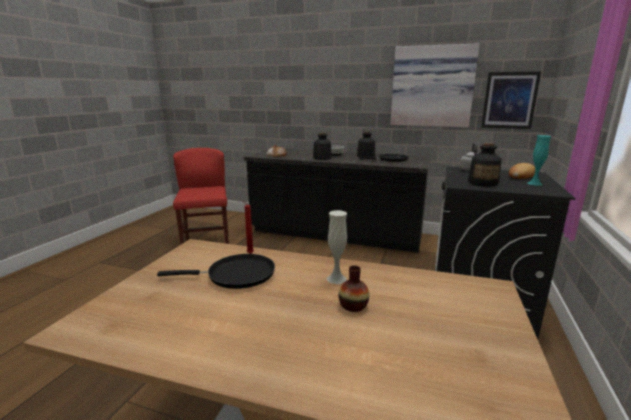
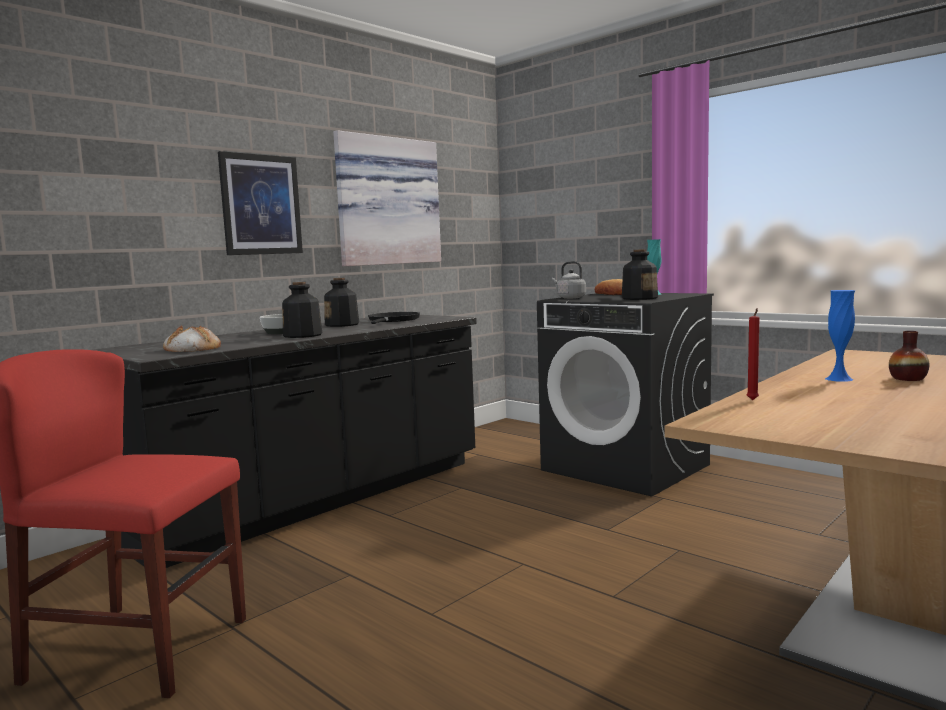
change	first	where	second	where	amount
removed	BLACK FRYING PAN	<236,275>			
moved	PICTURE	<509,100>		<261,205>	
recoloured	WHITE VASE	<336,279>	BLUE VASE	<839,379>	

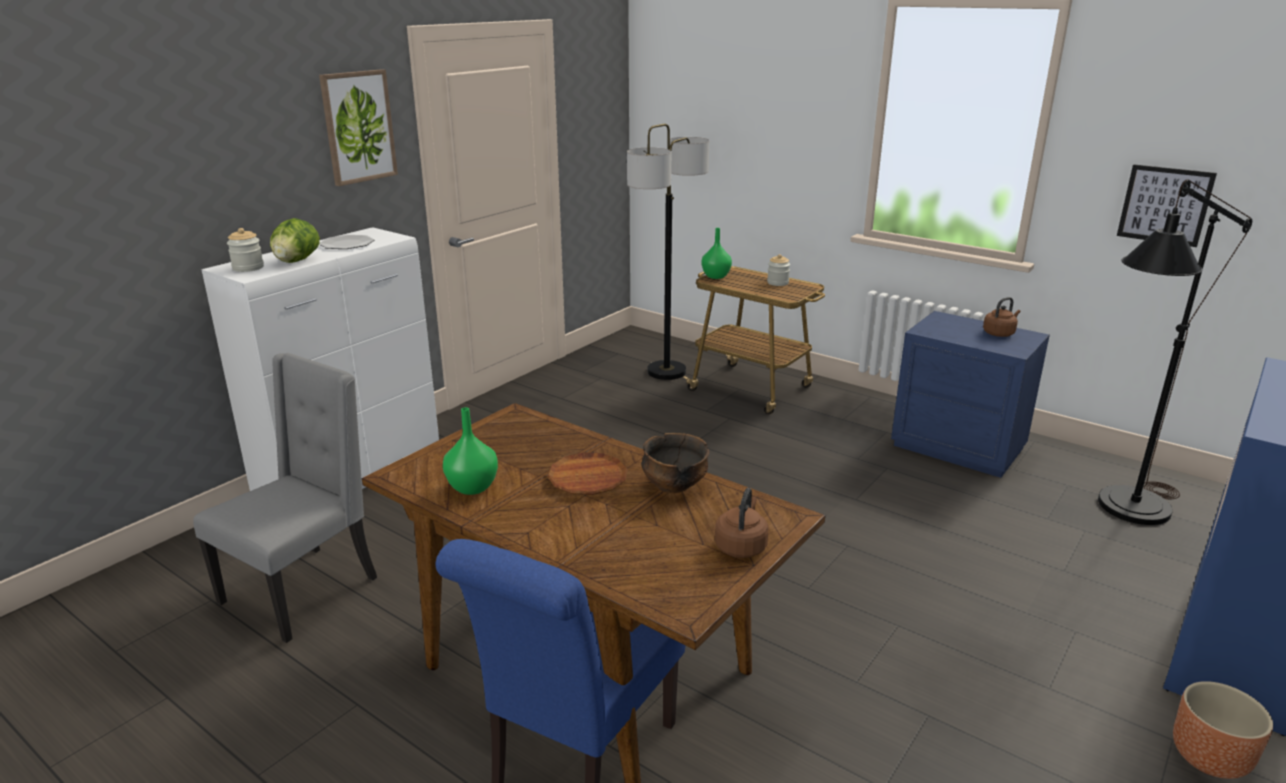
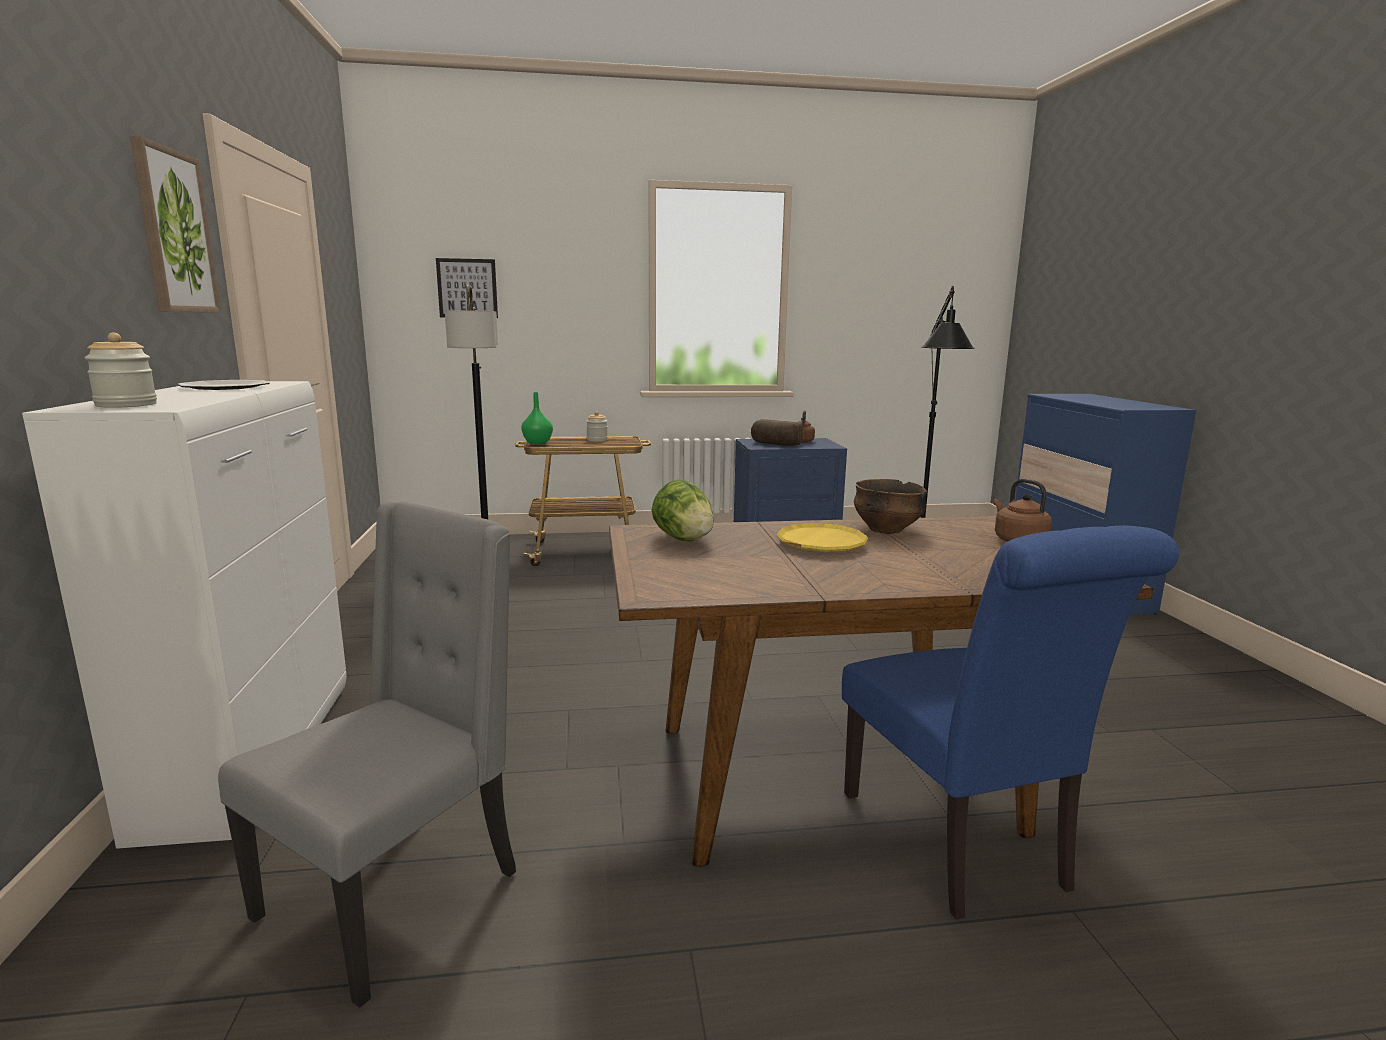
change	first	where	second	where	amount
removed	GREEN VASE	<472,487>			
removed	BROWN PLANTER	<1209,759>			
added			BREAD	<775,444>	
moved	LETTUCE	<296,261>		<683,539>	
moved	PICTURE	<1165,205>		<467,288>	
recoloured	BROWN PLATE	<587,479>	YELLOW PLATE	<821,544>	
turned	GREY CHAIR	<303,590>		<395,894>	45 degrees clockwise

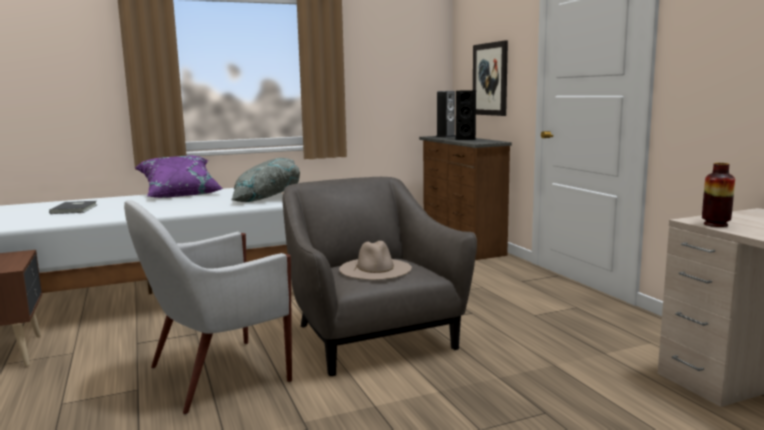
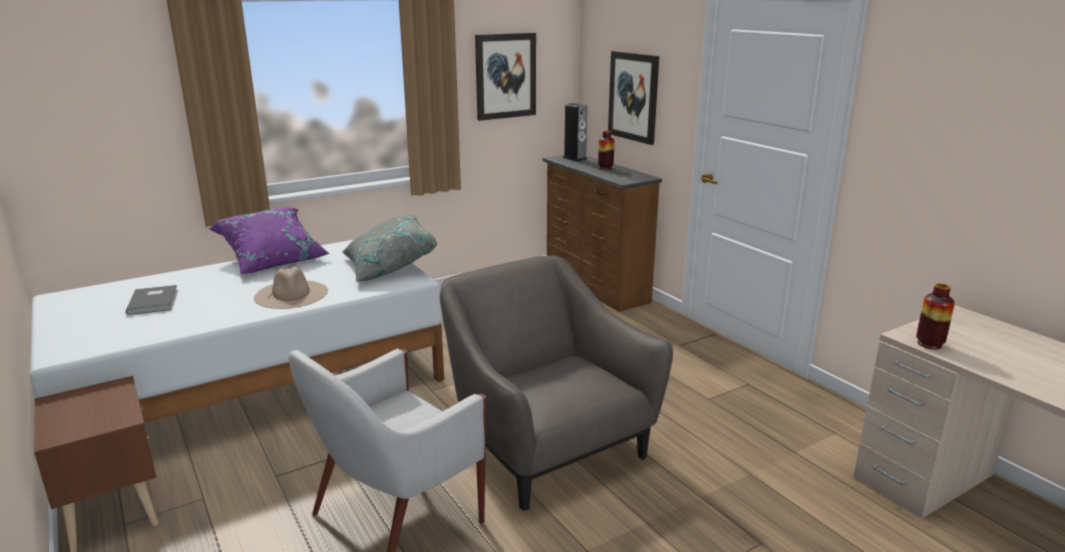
change	first	where	second	where	amount
added			PICTURE	<505,76>	
moved	BEIGE HAT	<375,268>		<291,294>	
replaced	BLACK SPEAKER	<467,139>	VASE	<605,168>	

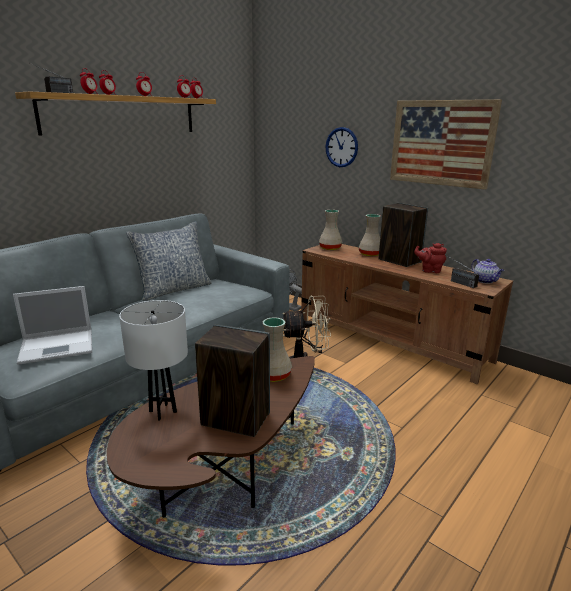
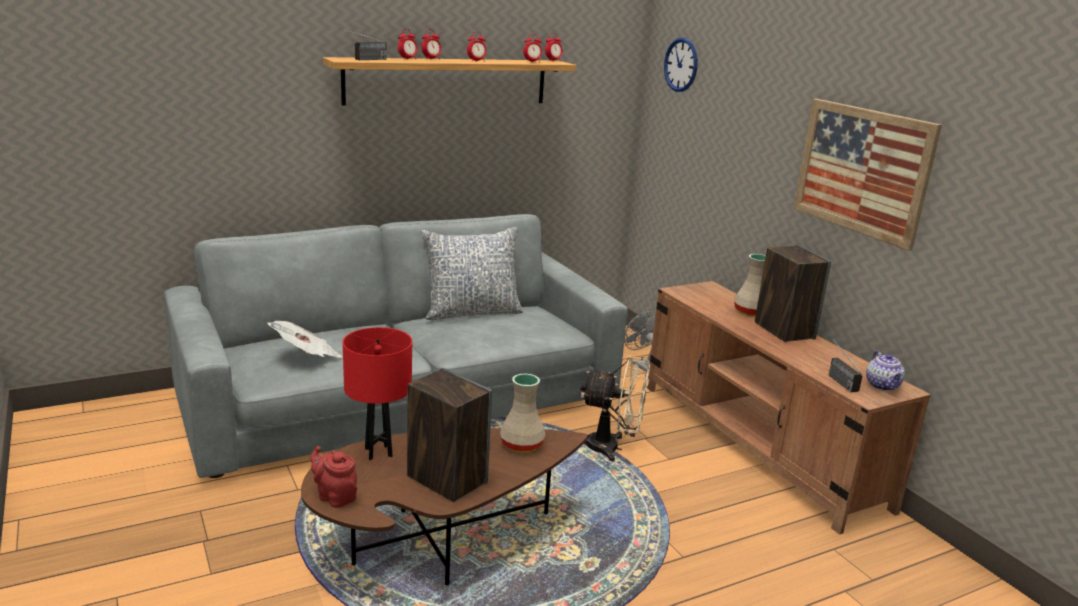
change	first	where	second	where	amount
removed	BEIGE VASE	<330,248>			
moved	WALL CLOCK	<341,147>		<681,65>	
moved	RED TEAPOT	<429,270>		<335,497>	
replaced	LAPTOP	<59,346>	NEWSPAPER	<307,356>	
recoloured	WHITE TABLE LAMP	<163,411>	RED TABLE LAMP	<378,452>	

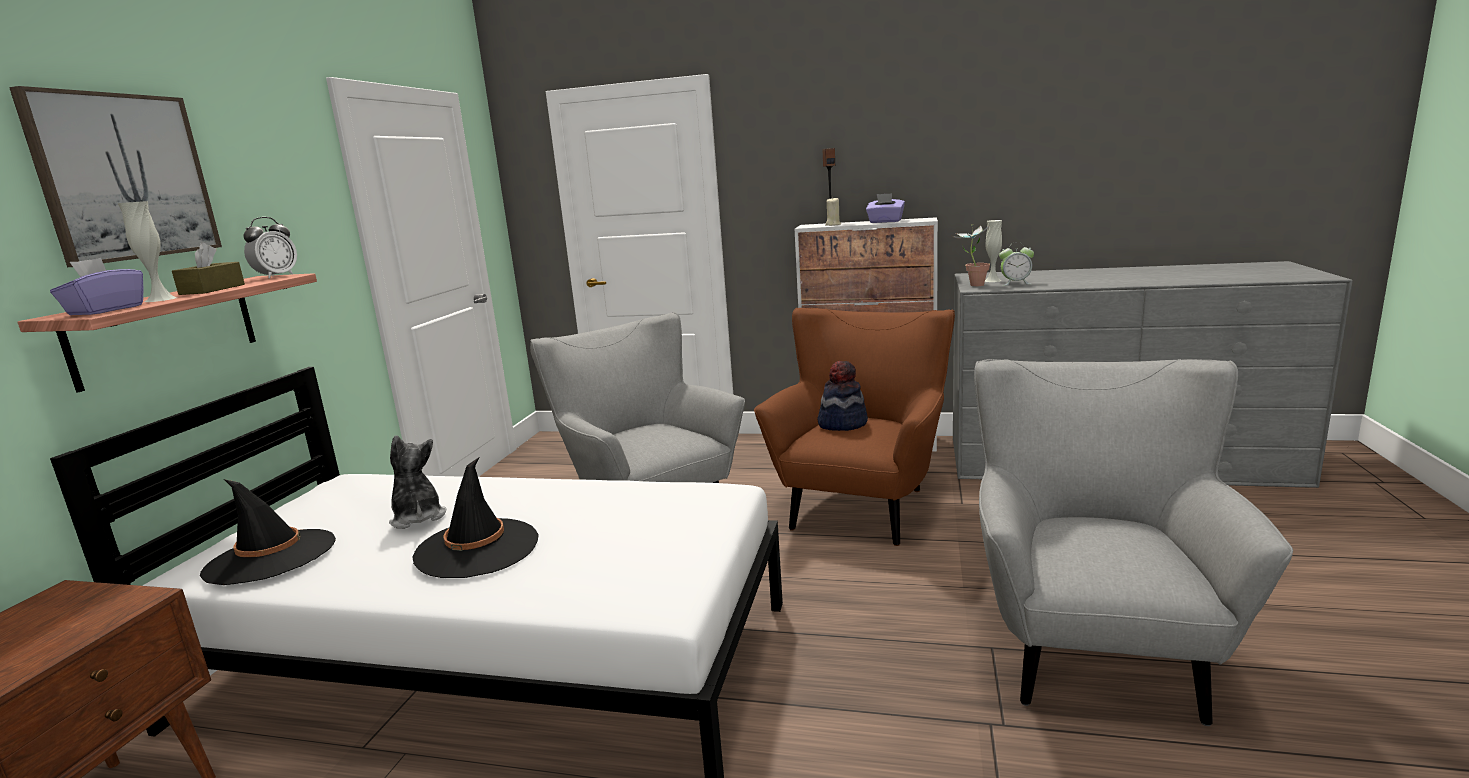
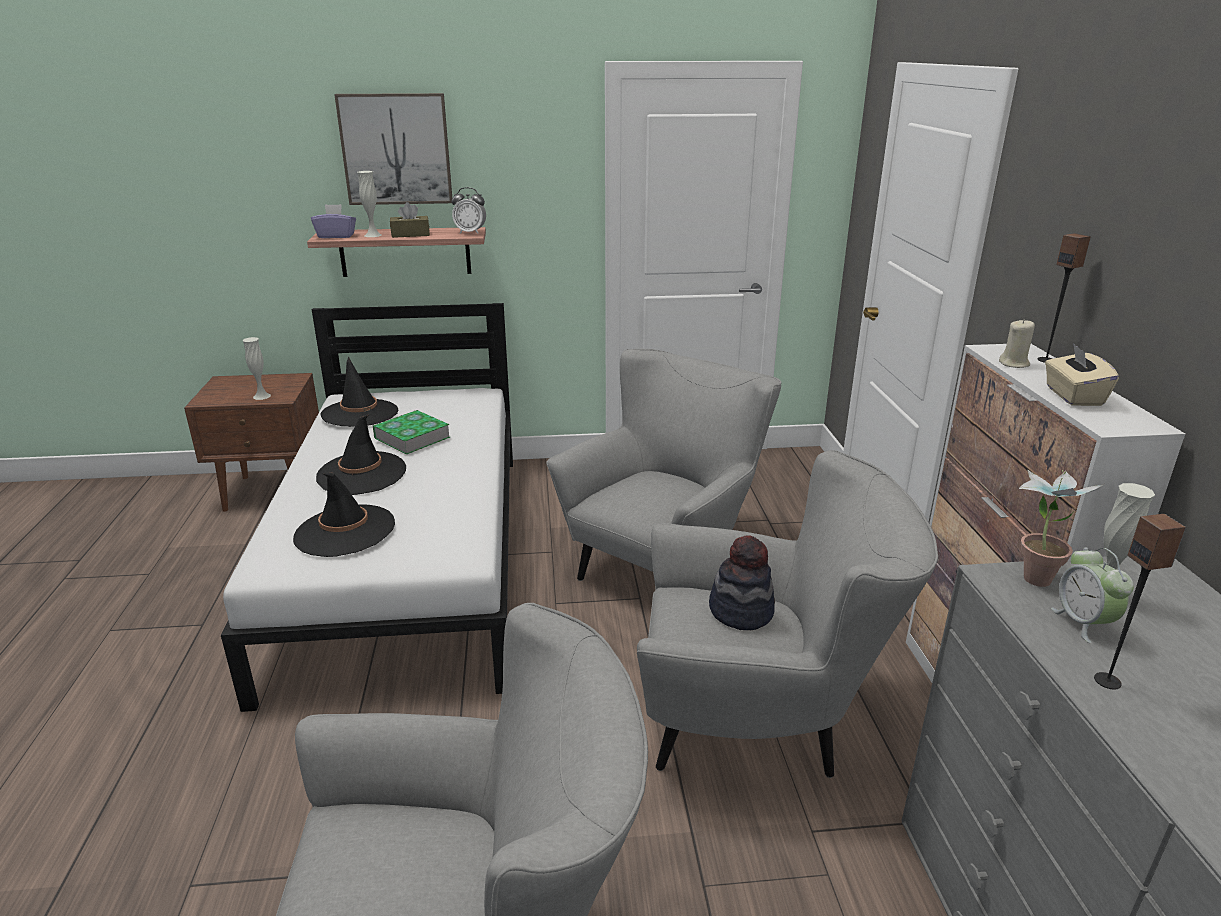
change	first	where	second	where	amount
added			WHITE VASE	<262,396>	
added			BLACK HAT	<344,531>	
added			SPEAKER	<1108,681>	
replaced	PLUSH TOY	<418,517>	BOOK	<412,437>	
recoloured	BROWN ARMCHAIR	<863,504>	GREY ARMCHAIR	<759,724>	
recoloured	PURPLE TISSUE BOX	<885,221>	BEIGE TISSUE BOX	<1073,396>	

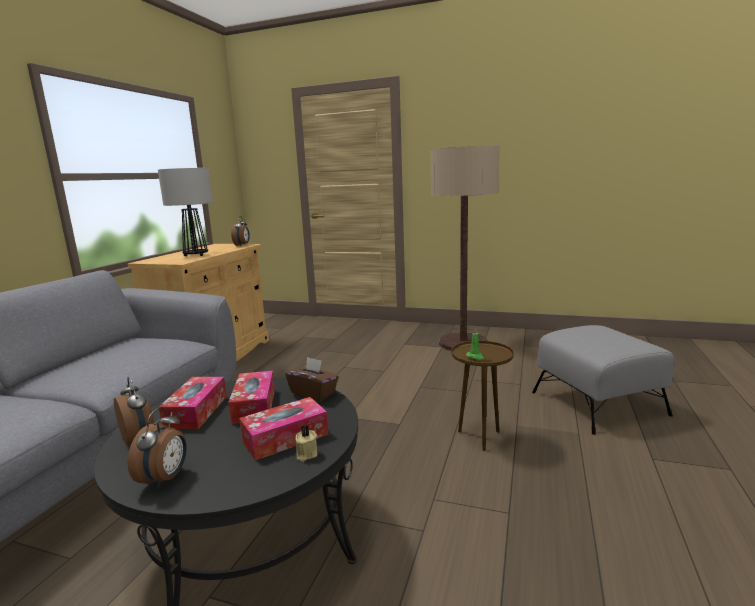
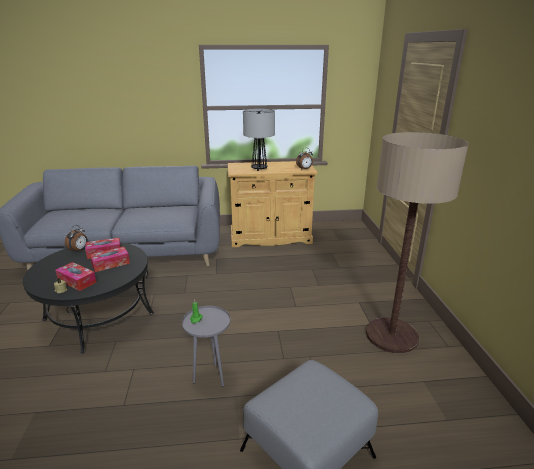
change	first	where	second	where	amount
removed	ALARM CLOCK	<165,479>			
removed	BROWN TISSUE BOX	<314,393>			
recoloured	BROWN SIDE TABLE	<480,437>	GREY SIDE TABLE	<210,377>	

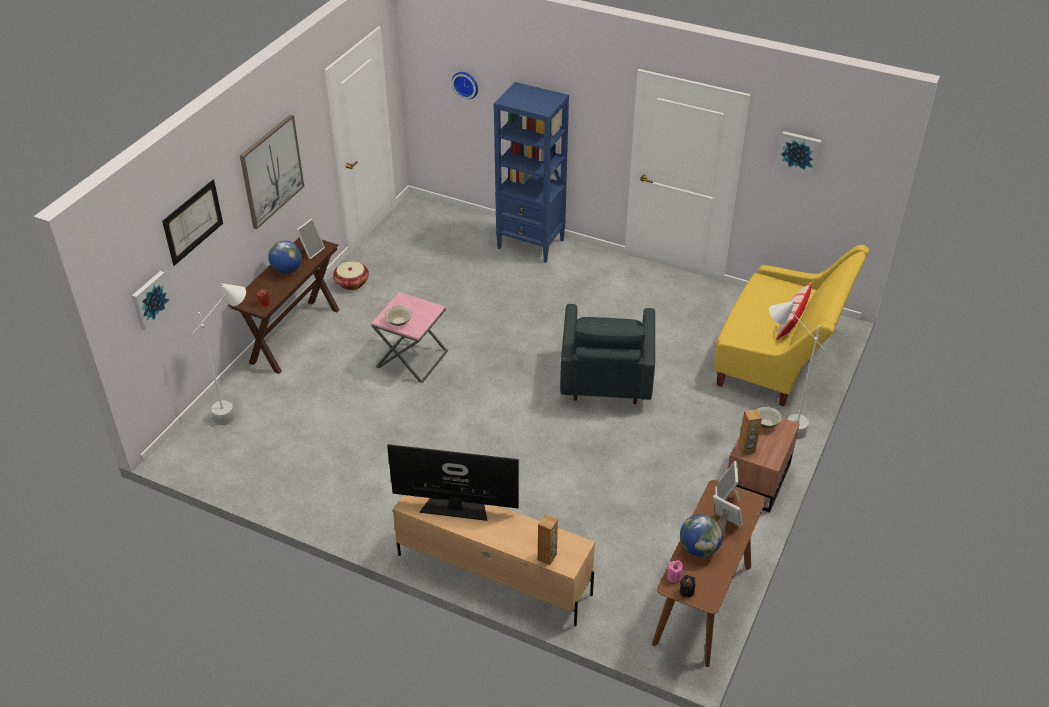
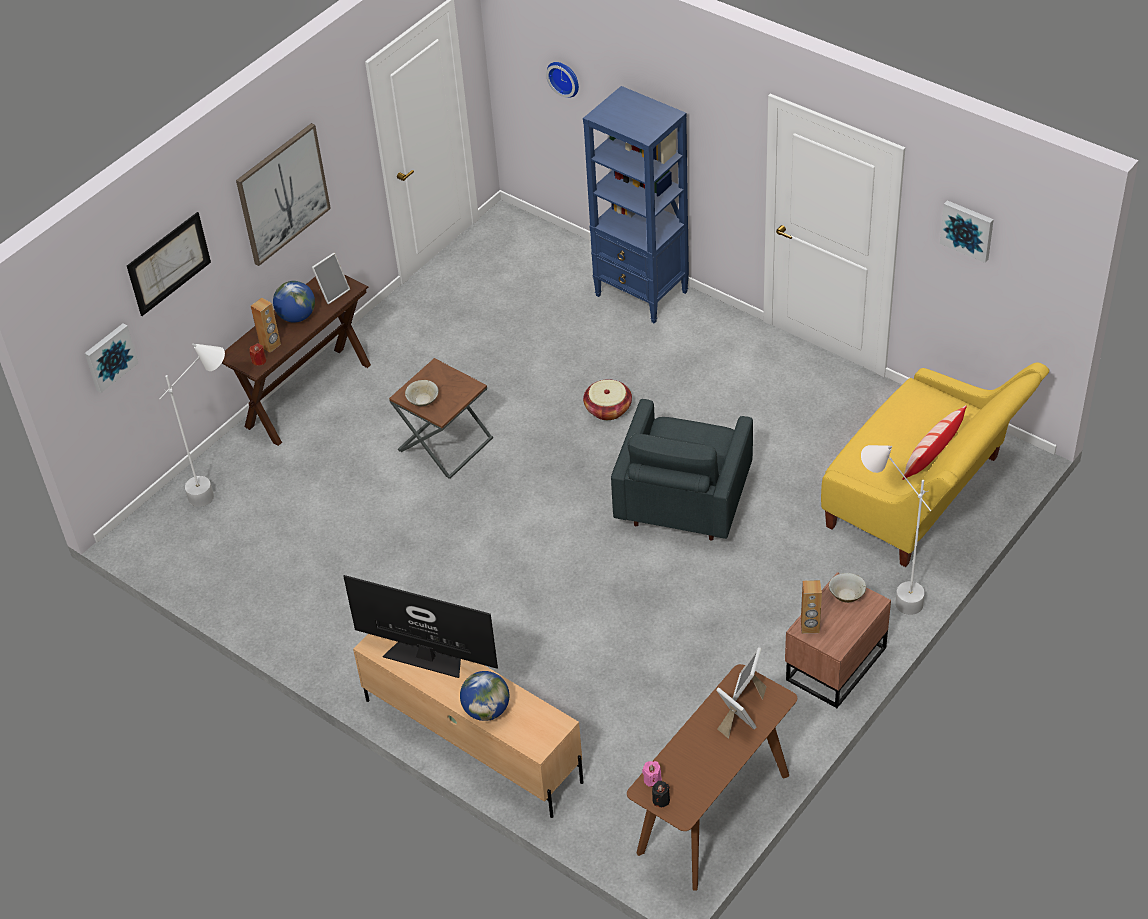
change	first	where	second	where	amount
moved	BASKET	<352,283>		<608,409>	
moved	BROWN SPEAKER	<547,557>		<270,345>	
moved	GLOBE	<699,548>		<486,710>	
recoloured	PINK SIDE TABLE	<412,359>	BROWN SIDE TABLE	<445,444>	

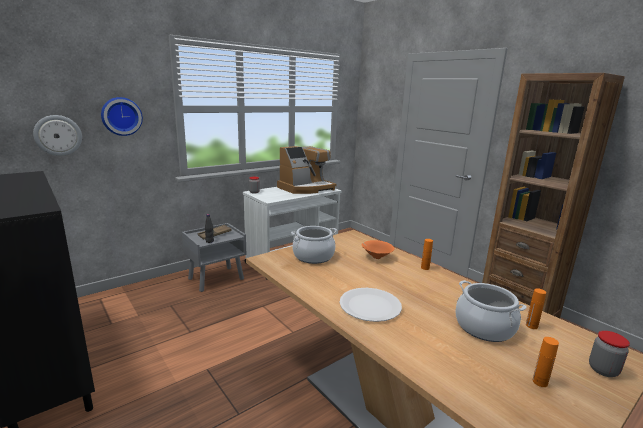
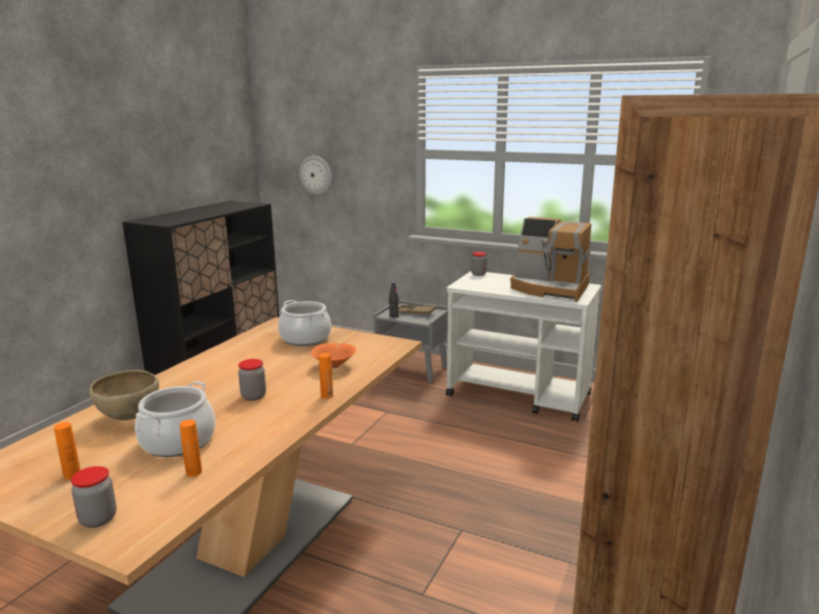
change	first	where	second	where	amount
removed	WALL CLOCK	<121,116>			
removed	WHITE PLATE	<370,306>			
added			BROWN BOWL	<129,418>	
added			JAR	<253,396>	

